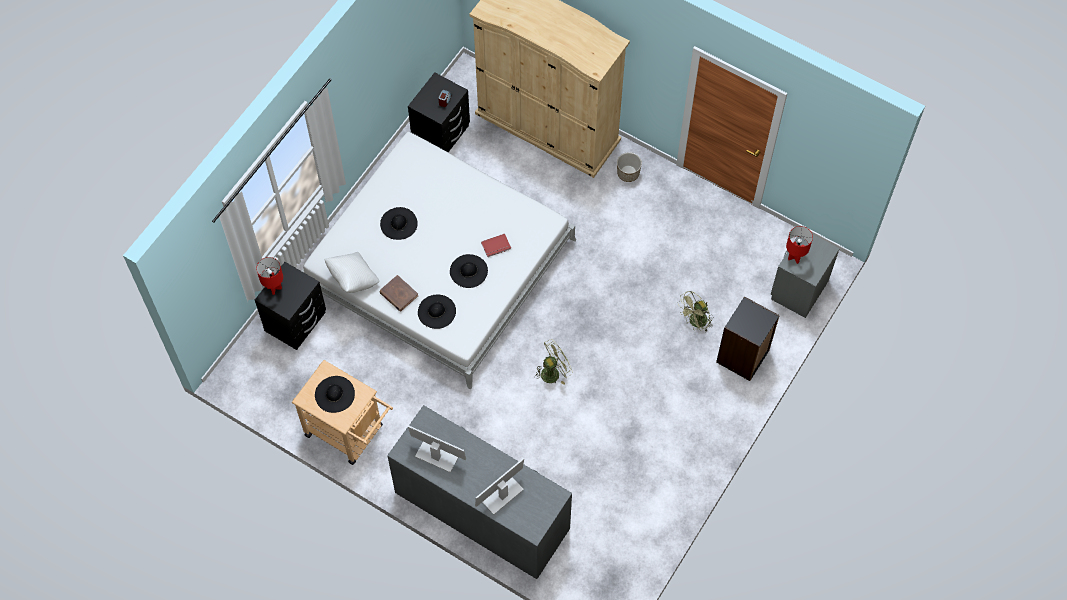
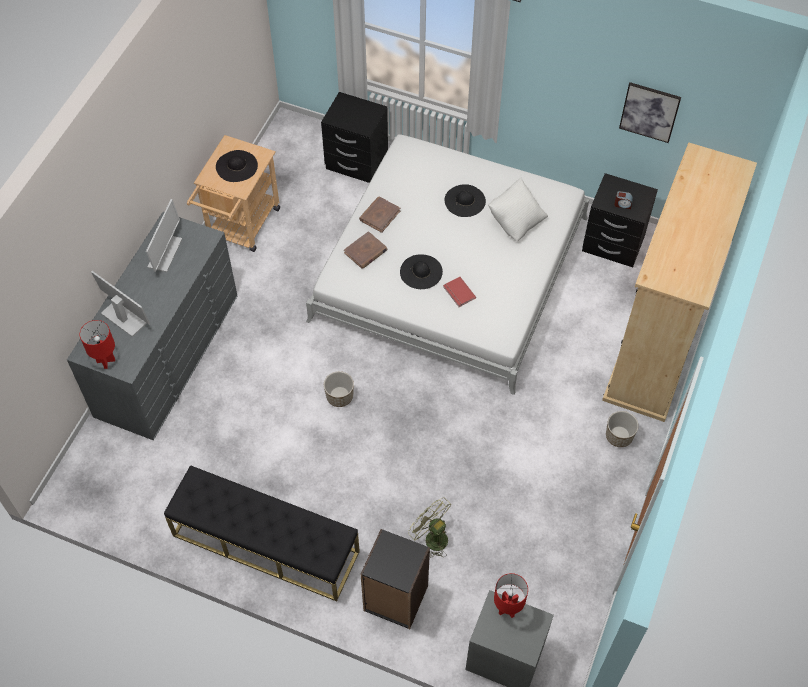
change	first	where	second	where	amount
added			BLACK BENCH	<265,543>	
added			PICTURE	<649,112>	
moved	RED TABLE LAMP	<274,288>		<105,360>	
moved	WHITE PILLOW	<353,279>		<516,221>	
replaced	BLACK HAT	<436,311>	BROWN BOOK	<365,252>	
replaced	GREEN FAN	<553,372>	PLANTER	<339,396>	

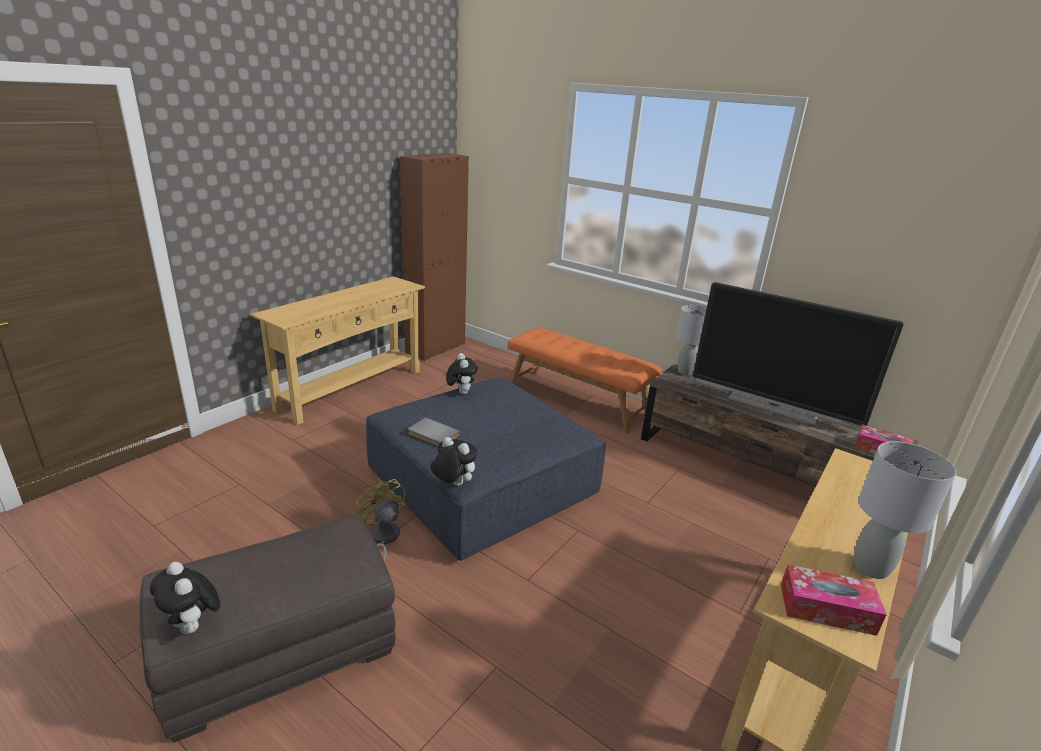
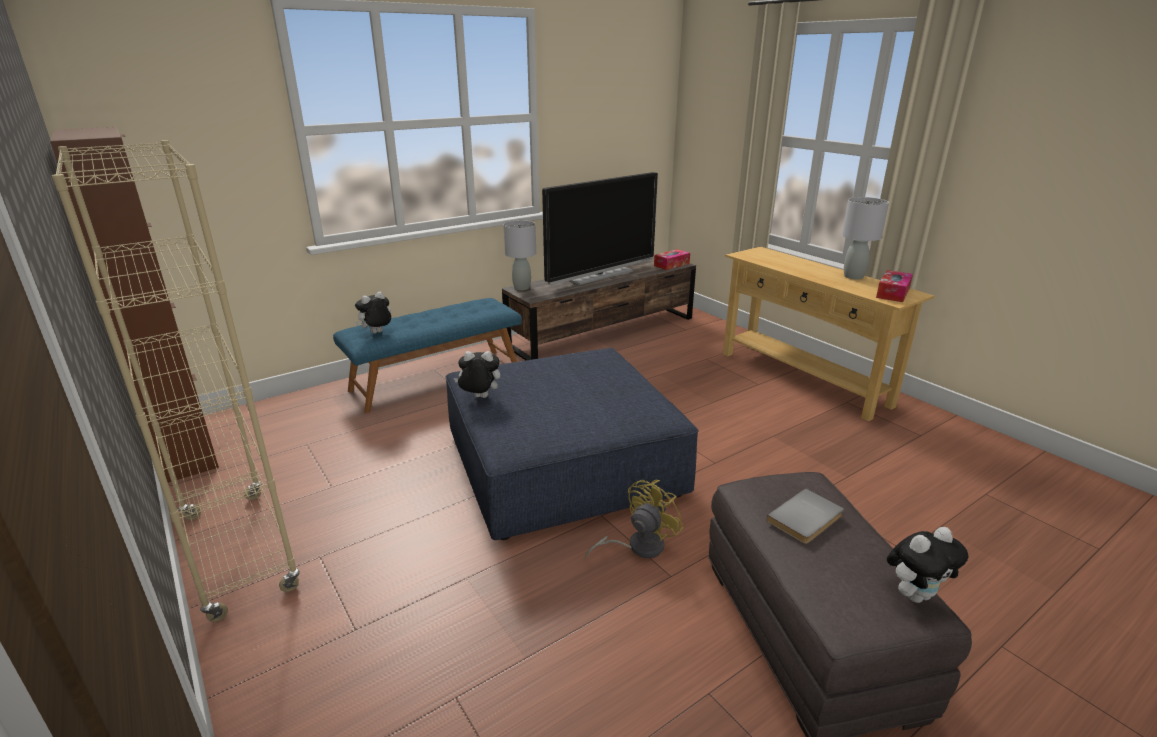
change	first	where	second	where	amount
moved	GREY BOOK	<432,435>		<807,519>	
moved	PLUSH TOY	<453,484>		<377,333>	
replaced	BEIGE CONSOLE TABLE	<351,389>	BEIGE BOOKCASE	<238,551>	
recoloured	ORANGE BENCH	<577,400>	BLUE BENCH	<436,378>	
turned	YELLOW FAN	<382,539>		<638,547>	150 degrees clockwise

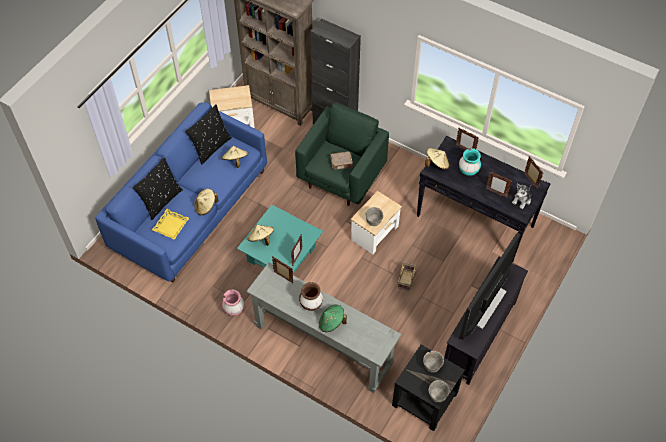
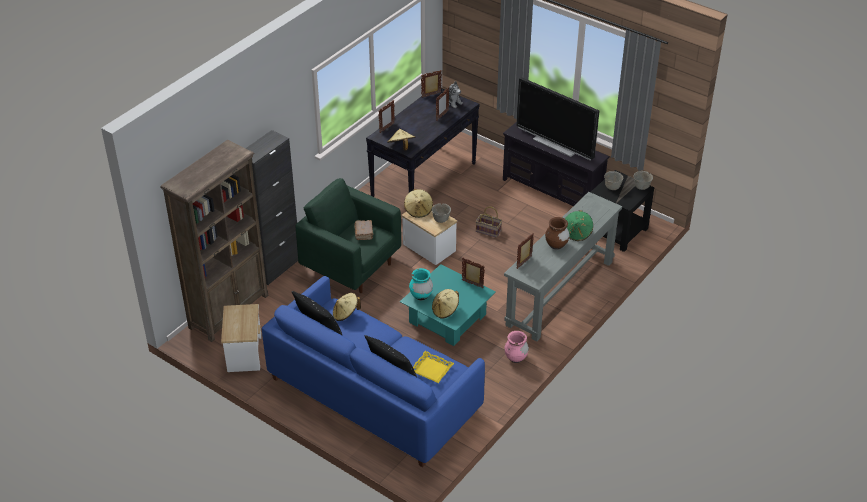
change	first	where	second	where	amount
moved	BEIGE HAT	<206,207>		<418,210>	
moved	TURQUOISE VASE	<468,171>		<421,296>	

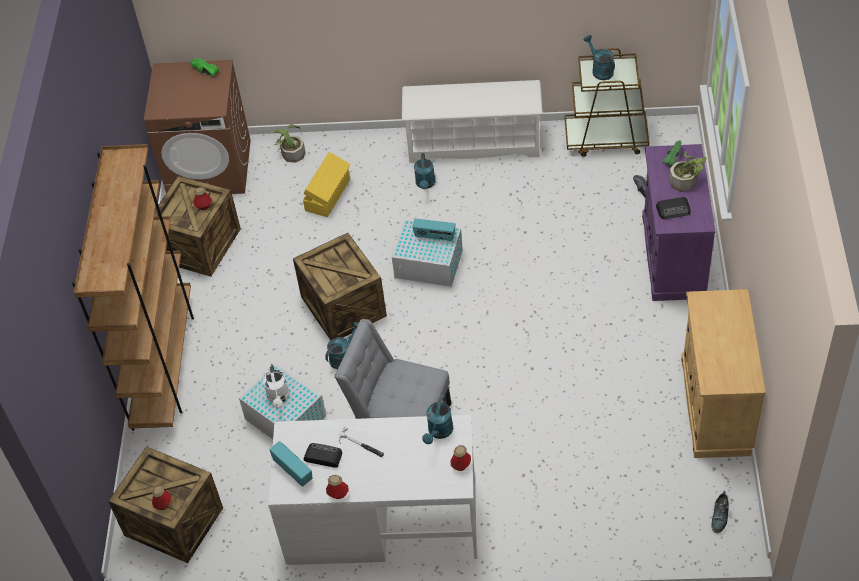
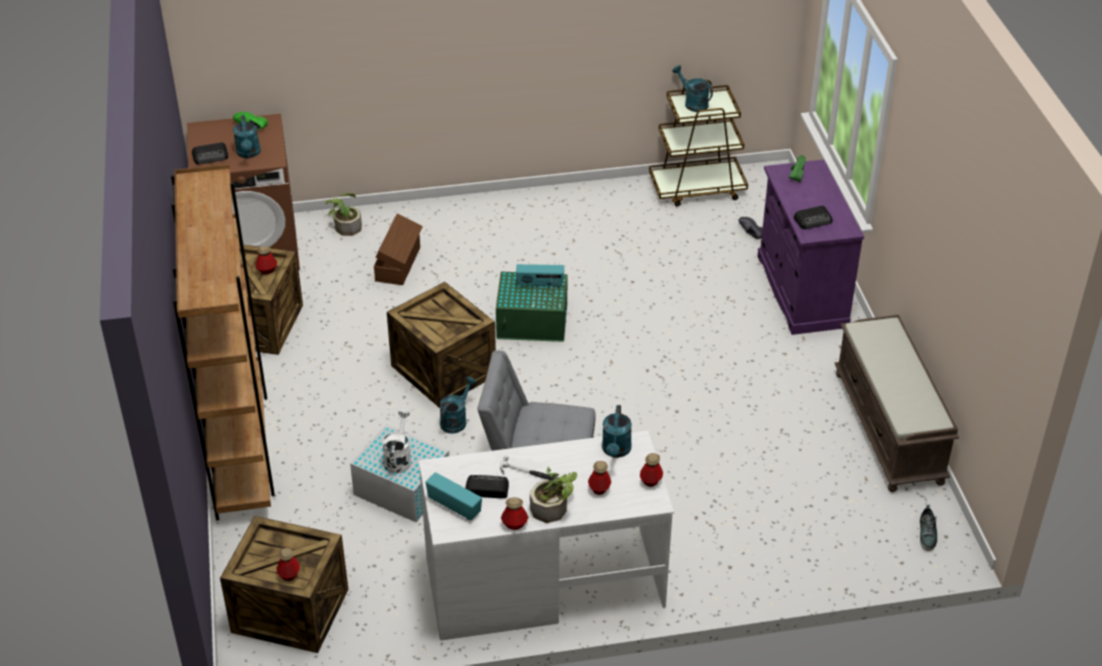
change	first	where	second	where	amount
removed	WHITE SHOE RACK	<474,143>			
added			RADIO	<211,156>	
added			BOTTLE	<599,488>	
moved	TURQUOISE WATERING CAN	<425,184>		<249,154>	
moved	POTTED PLANT	<686,181>		<553,507>	
replaced	BEIGE CABINET	<715,406>	BROWN BENCH	<889,428>	
recoloured	YELLOW STORAGE BOX	<328,195>	BROWN STORAGE BOX	<399,264>	
recoloured	WHITE STORAGE BOX	<429,265>	GREEN STORAGE BOX	<533,322>	
turned	WHITE WATERING CAN	<279,398>		<398,458>	150 degrees counterclockwise

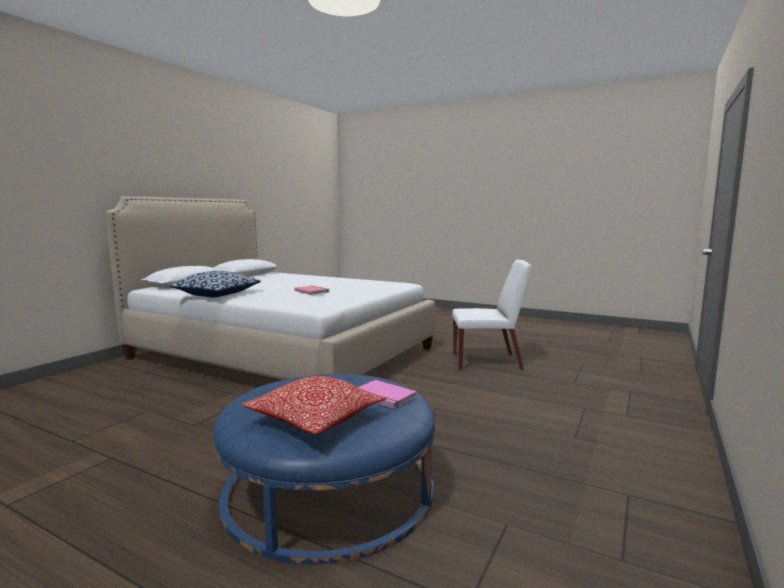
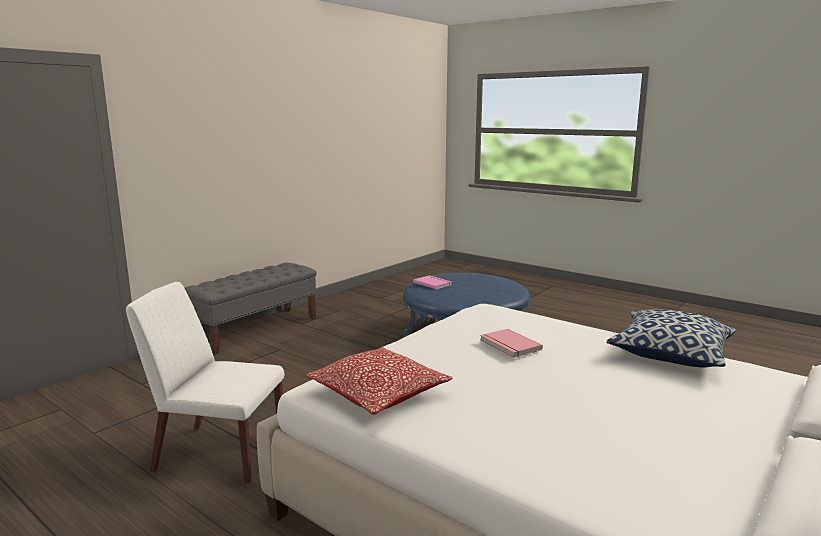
change	first	where	second	where	amount
added			GREY BENCH	<255,330>	
moved	PILLOW	<315,419>		<378,394>	

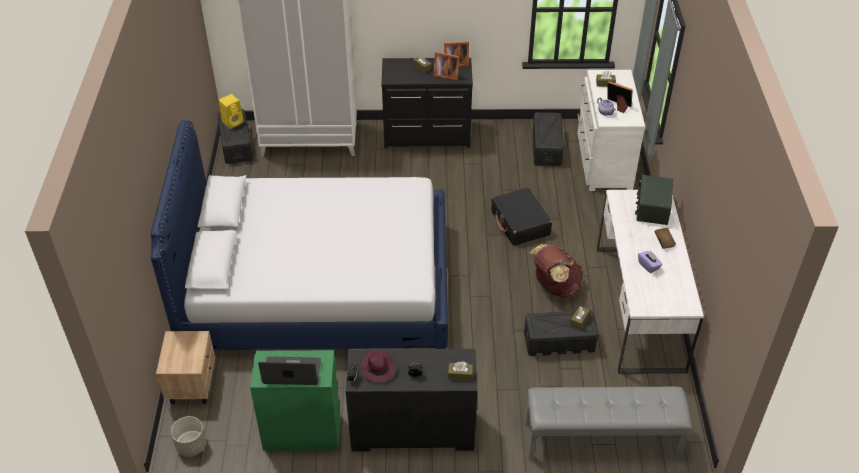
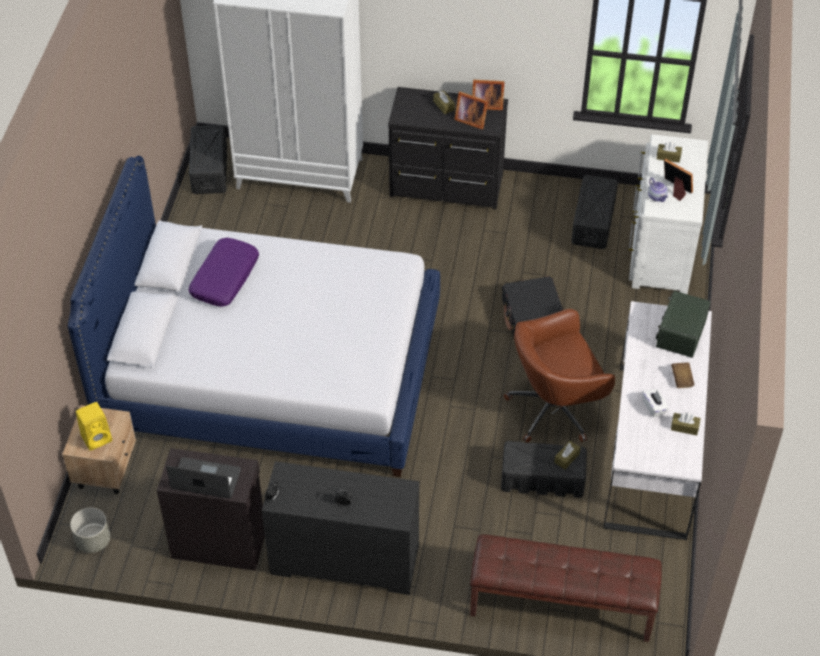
change	first	where	second	where	amount
removed	PURPLE HAT	<378,369>			
added			PURPLE PILLOW	<224,278>	
moved	YELLOW SPEAKER	<233,122>		<97,438>	
moved	BROWN TISSUE BOX	<460,375>		<684,427>	
replaced	BROWN BACKPACK	<555,287>	BROWN OFFICE CHAIR	<555,408>	
recoloured	GREEN CABINET	<301,432>	BLACK CABINET	<218,543>	
recoloured	GREY BENCH	<601,441>	BROWN BENCH	<561,606>	
recoloured	PURPLE TISSUE BOX	<648,266>	WHITE TISSUE BOX	<654,407>	

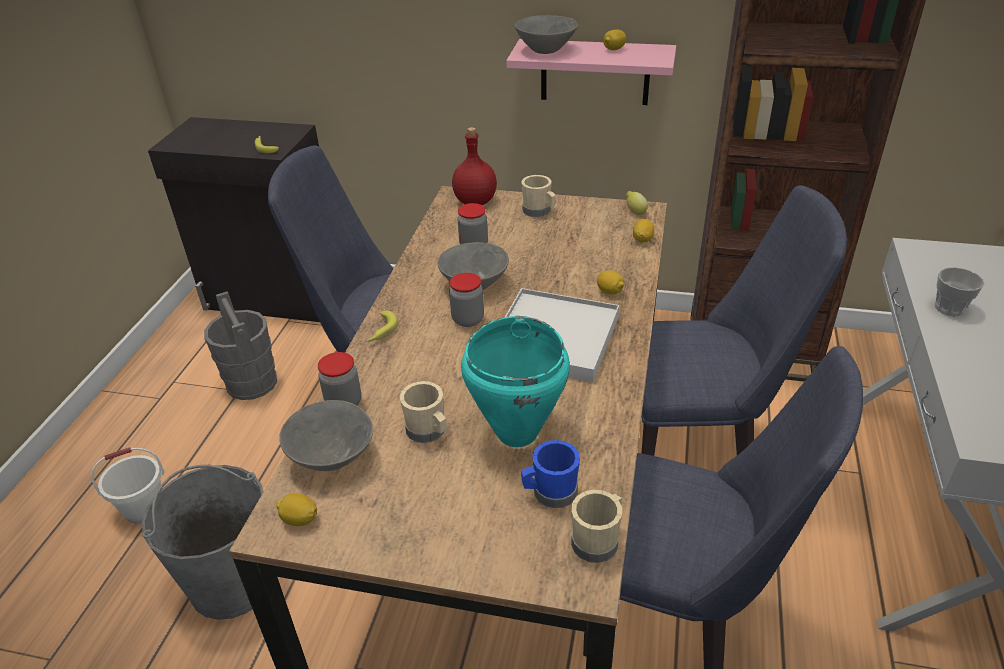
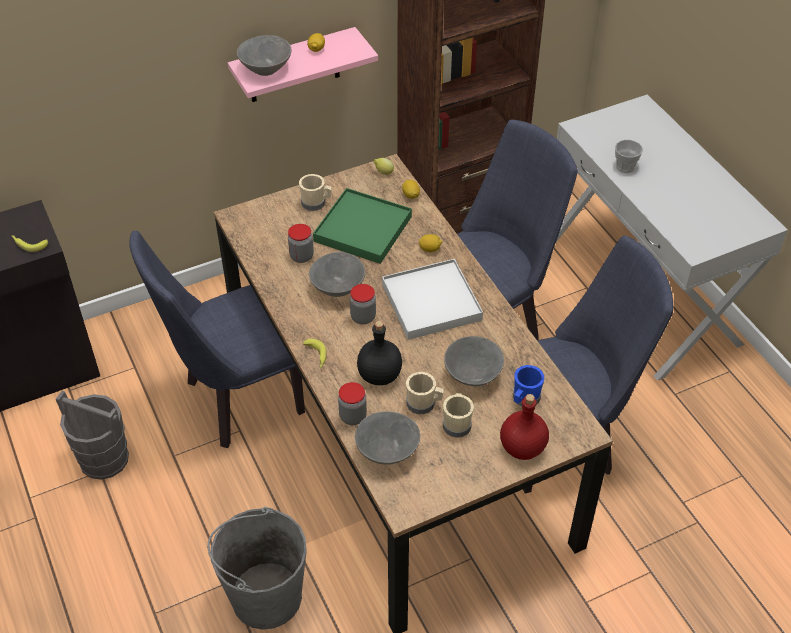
change	first	where	second	where	amount
removed	WHITE BUCKET	<144,508>			
removed	LEMON	<299,519>			
added			GREEN TRAY	<363,229>	
added			BLACK BOTTLE	<380,375>	
moved	RED BOTTLE	<476,201>		<523,447>	
moved	BEIGE MUG	<598,540>		<457,423>	
replaced	TURQUOISE COOKING POT	<516,433>	GREY BOWL	<472,376>	

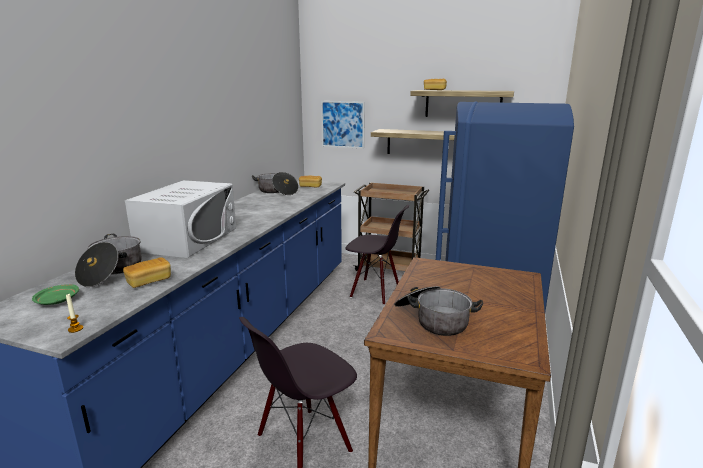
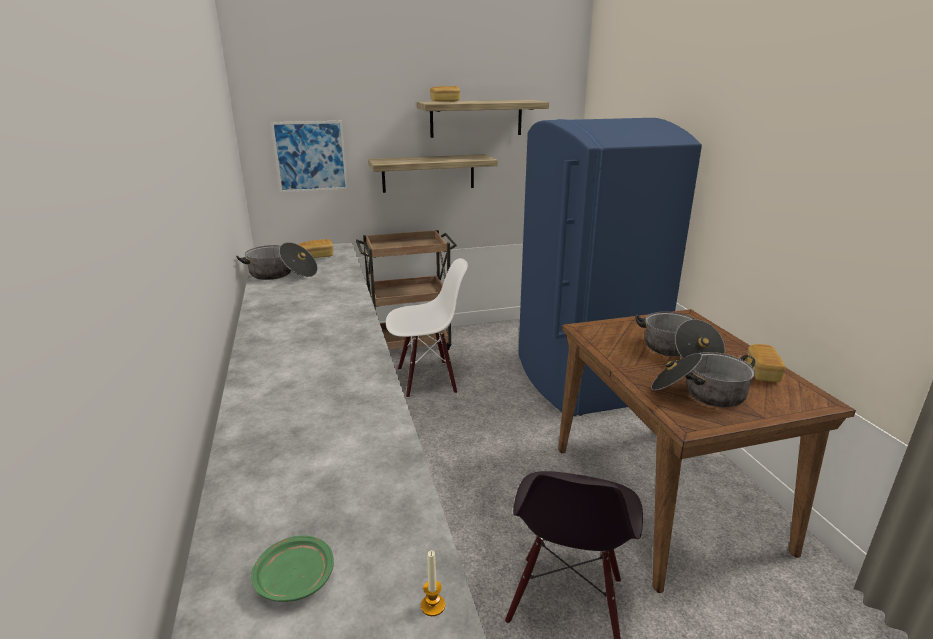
change	first	where	second	where	amount
removed	WHITE MICROWAVE	<188,239>			
moved	COOKING POT	<111,271>		<678,352>	
moved	BREAD	<149,281>		<762,372>	
recoloured	BLACK CHAIR	<375,291>	WHITE CHAIR	<427,380>	

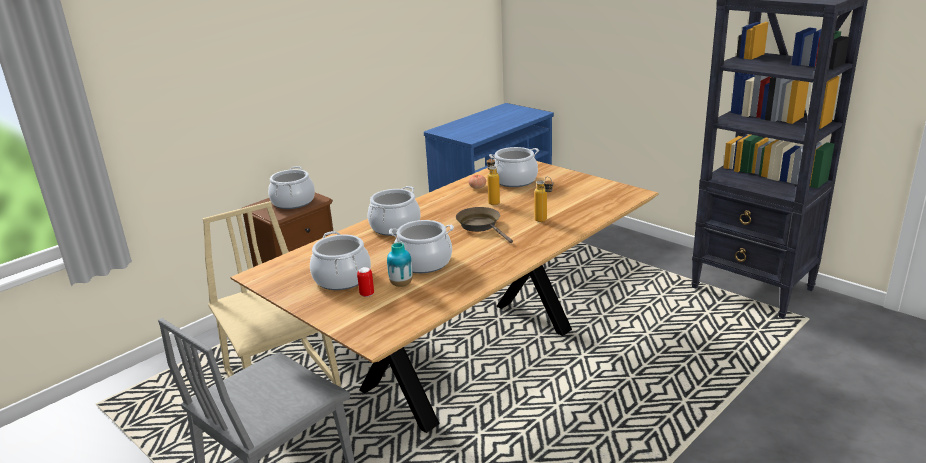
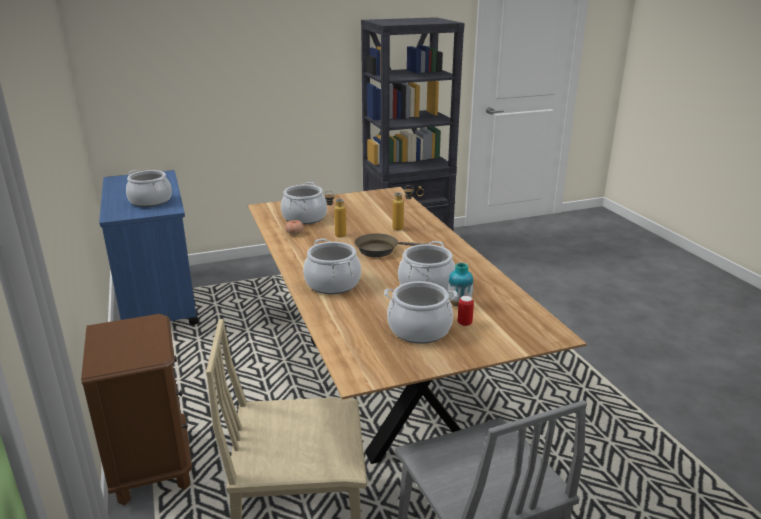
change	first	where	second	where	amount
moved	COOKING POT	<293,202>		<150,201>	

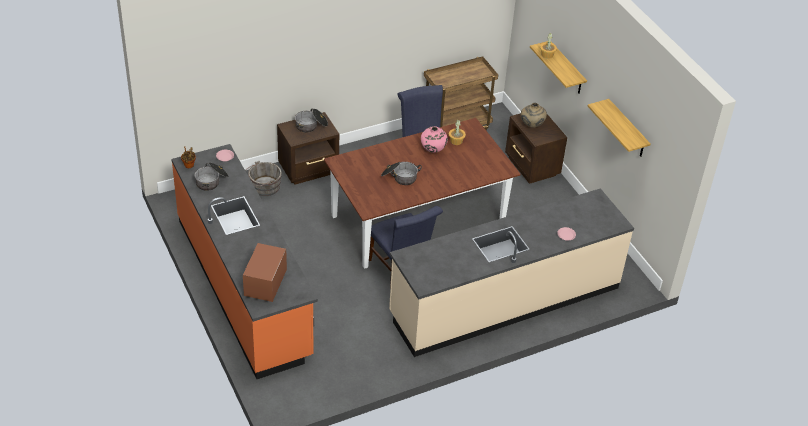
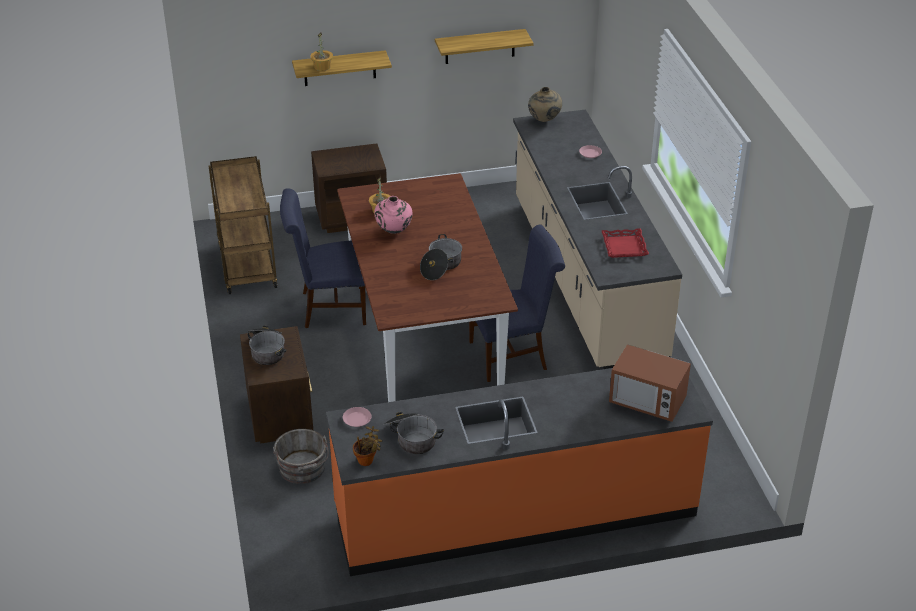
change	first	where	second	where	amount
added			RED TRAY	<624,246>	
moved	BEIGE VASE	<531,126>		<544,121>	

